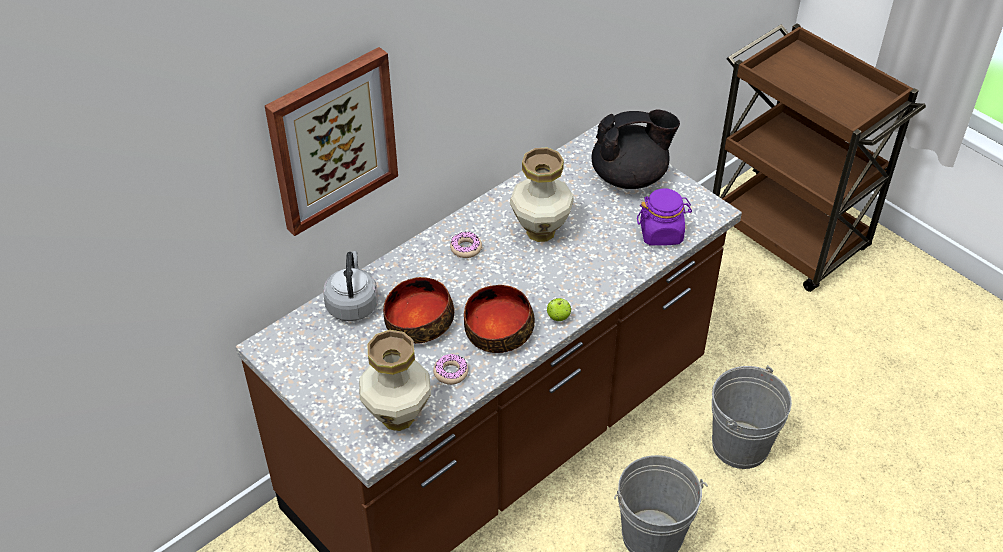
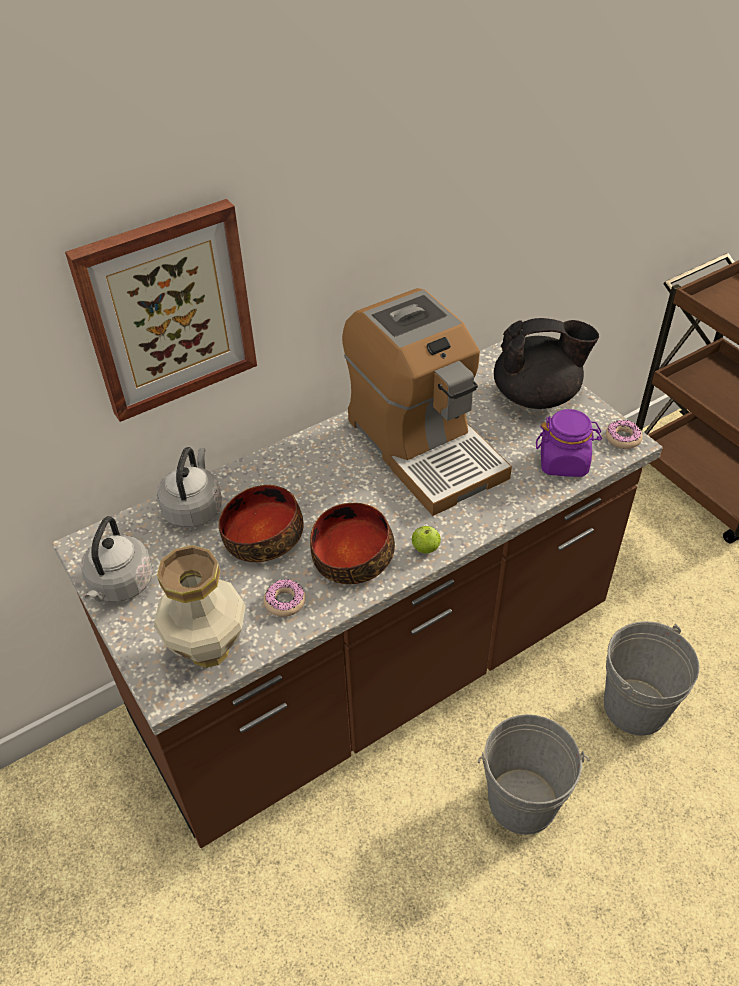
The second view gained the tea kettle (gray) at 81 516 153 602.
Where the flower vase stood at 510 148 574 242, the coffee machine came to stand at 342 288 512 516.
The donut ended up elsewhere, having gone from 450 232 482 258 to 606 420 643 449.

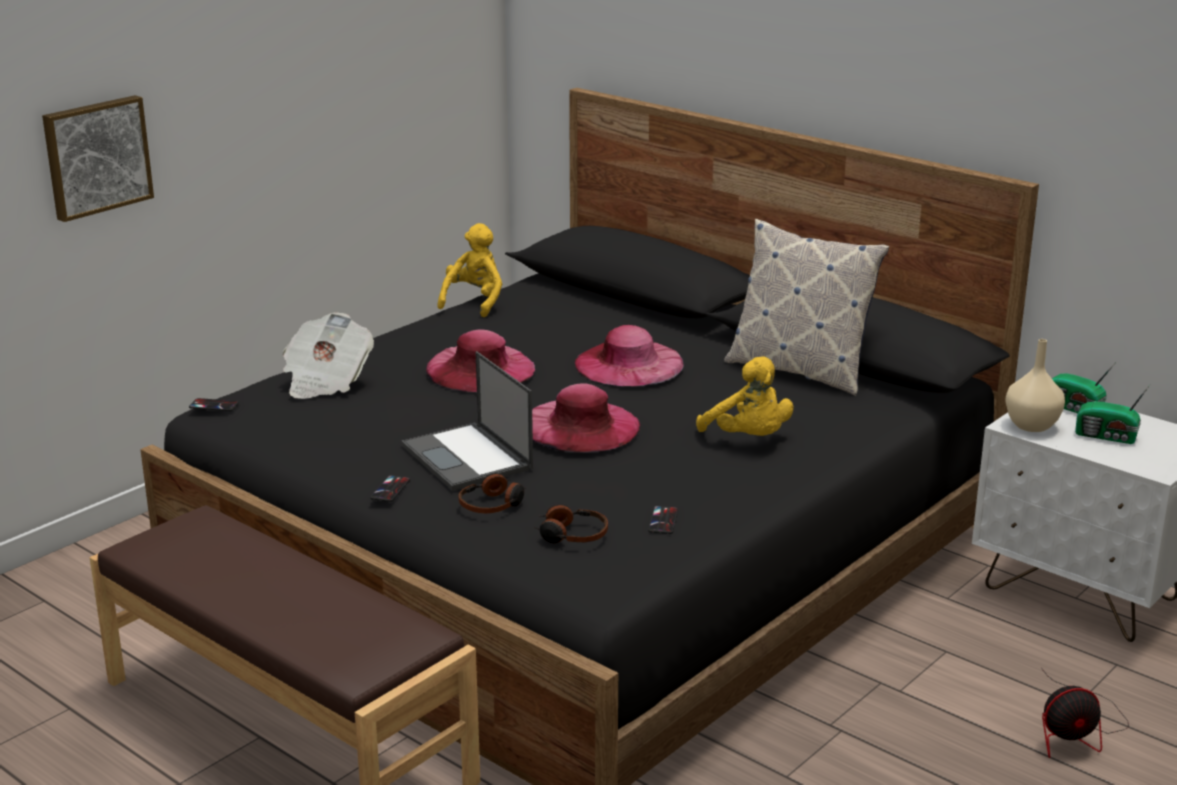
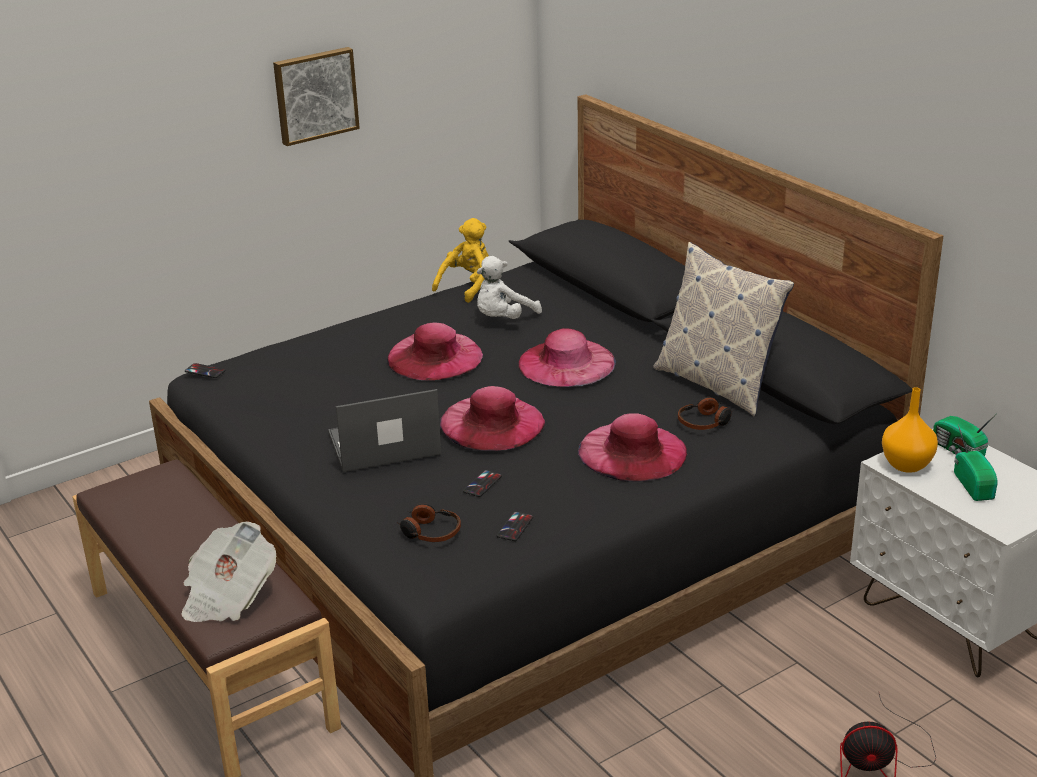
The daily paper ended up elsewhere, having gone from 283 312 374 399 to 182 521 276 622.
The wall art ended up elsewhere, having gone from 42 95 154 222 to 273 47 360 146.
The notebook computer at 401 351 533 491 ended up facing another way, 90 degrees clockwise from before.
The telephone ended up elsewhere, having gone from 370 475 410 502 to 463 470 502 497.
The second view gained the cuddly toy (white) at 477 256 542 319.
Where the cuddly toy (yellow) stood at 696 356 793 436, the clothing hat (pink) came to stand at 578 413 687 482.
The pair of headphones ended up elsewhere, having gone from 459 473 526 514 to 678 397 733 430.
What was the flower vase (sand-coloured) at 1005 339 1065 432 turned into the flower vase (orangey) at 882 387 938 473.
The radio set at 1075 385 1150 444 ended up facing another way, 135 degrees counterclockwise from before.

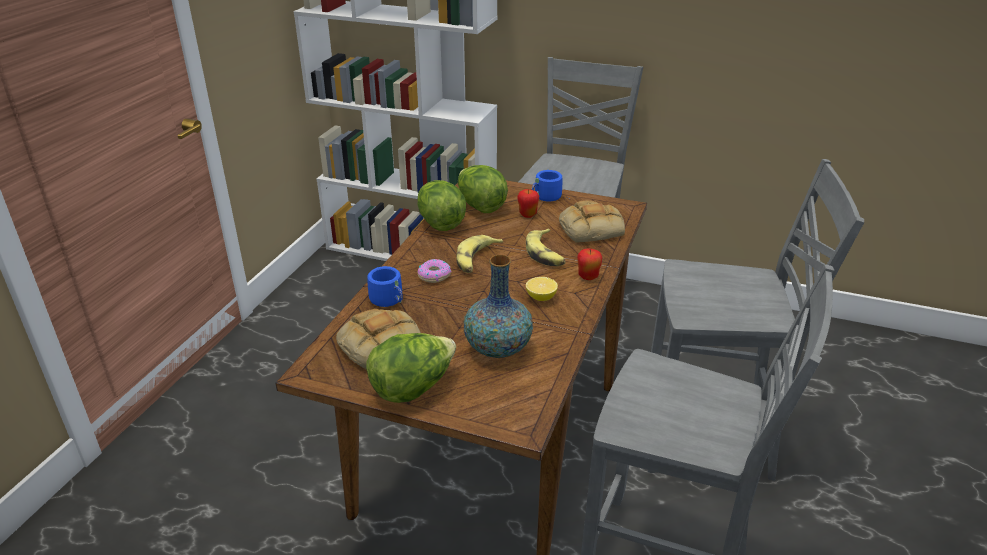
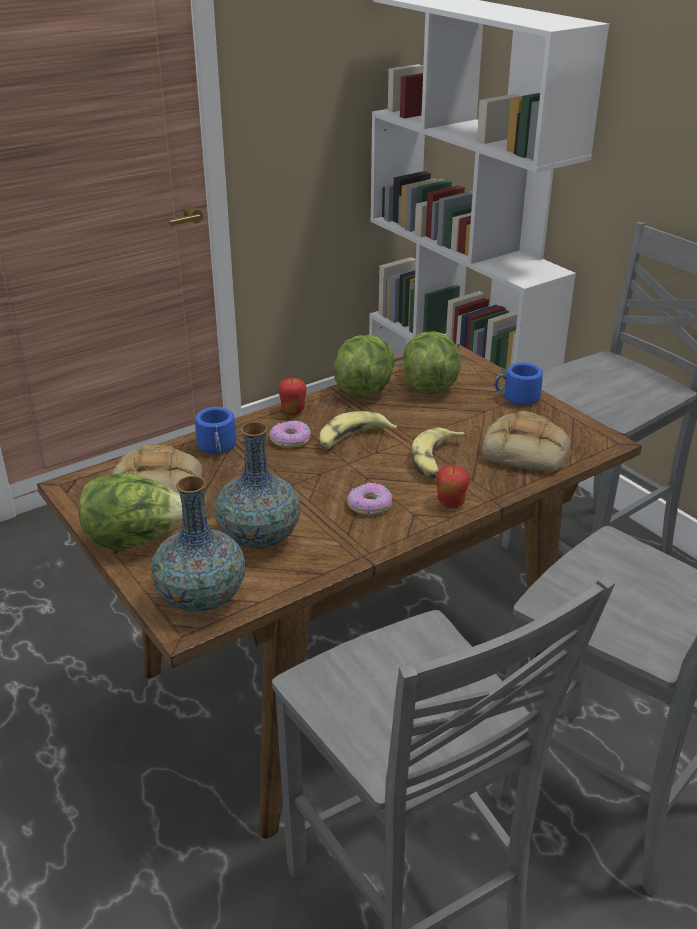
The second view gained the flower vase at 151 476 245 612.
The whole apple ended up elsewhere, having gone from 517 189 539 218 to 279 378 306 416.
Where the whole lemon stood at 526 277 558 301, the donut came to stand at 347 483 392 515.

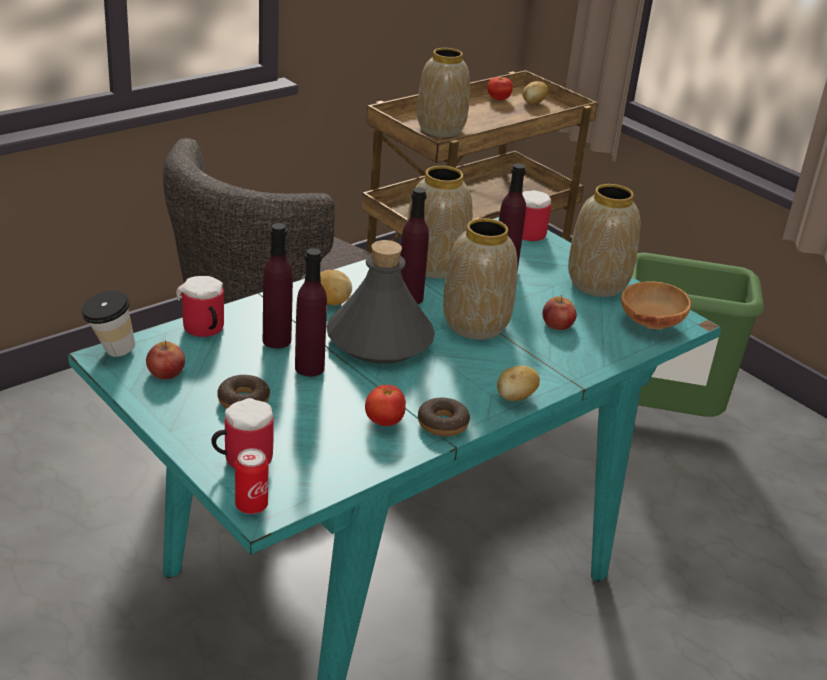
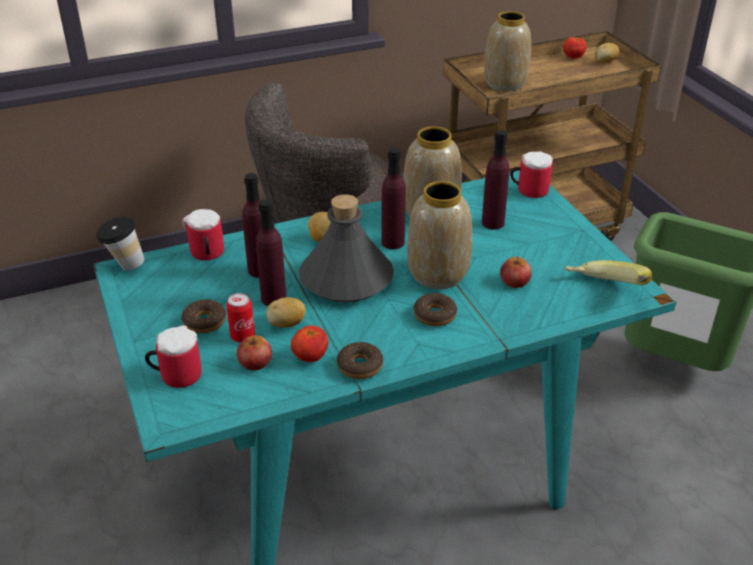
The can ended up elsewhere, having gone from 235 448 268 514 to 226 293 255 343.
The whole apple ended up elsewhere, having gone from 146 340 185 379 to 237 335 272 371.
The potato ended up elsewhere, having gone from 497 366 540 401 to 266 297 306 328.
The second view gained the donut at 413 293 457 326.
Where the bowl (brownish) stood at 621 281 691 329, the banana fruit came to stand at 565 260 652 285.
The second view lost the flower vase at 568 184 640 297.

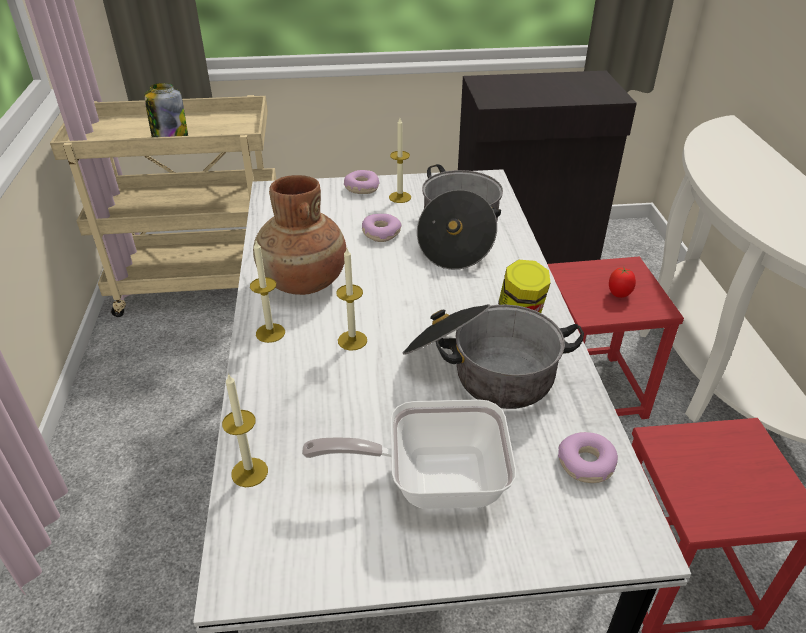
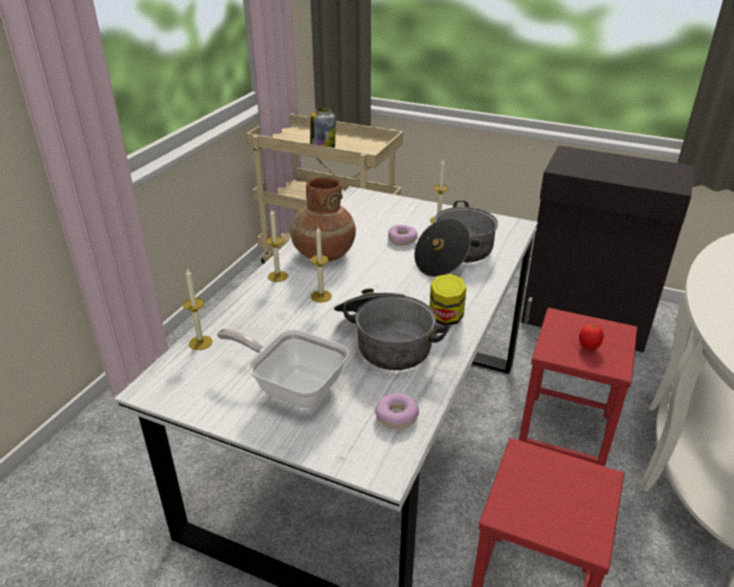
The second view lost the donut at 344 170 380 194.

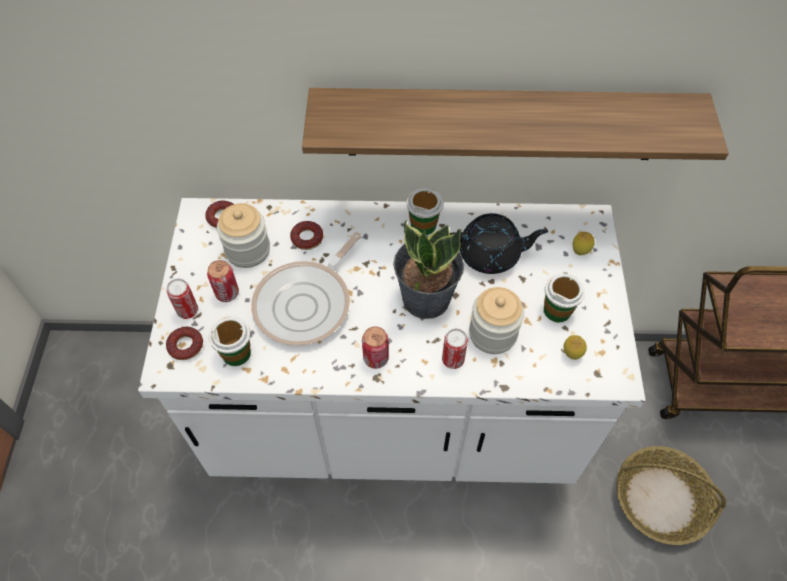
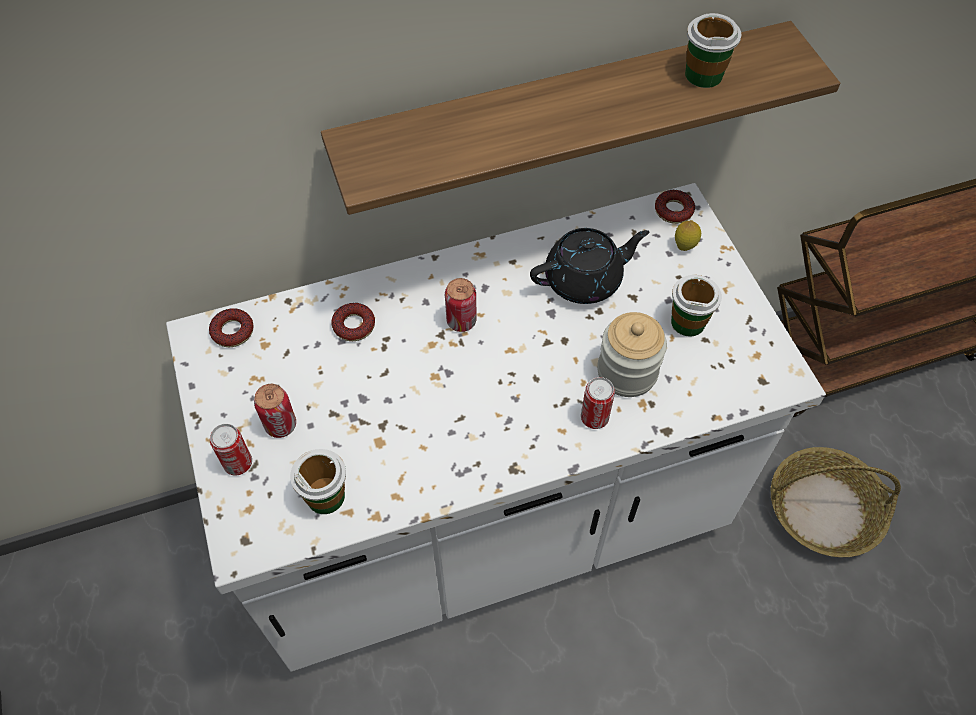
The can ended up elsewhere, having gone from 362 326 389 369 to 445 278 477 332.
The donut ended up elsewhere, having gone from 166 327 203 360 to 655 190 695 224.
The cup ended up elsewhere, having gone from 407 188 443 235 to 685 13 741 88.
The second view lost the storage jar at 217 203 270 268.
The second view lost the skillet at 251 232 361 346.
The second view lost the plant in a pot at 393 220 464 319.
The second view lost the whole lemon at 563 335 587 360.

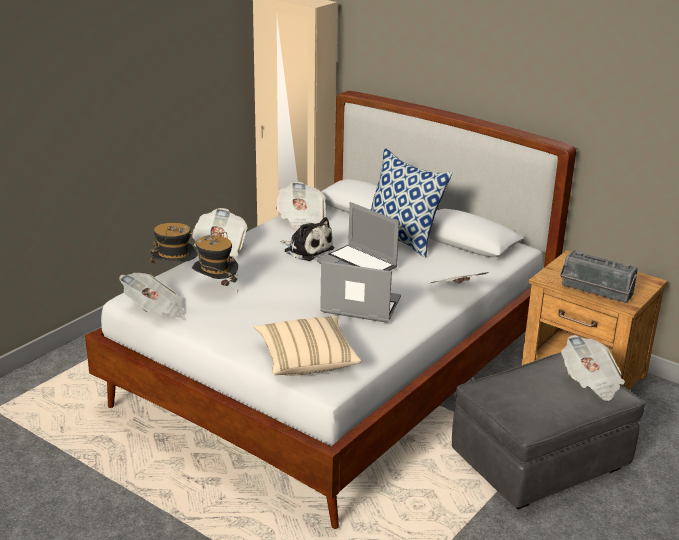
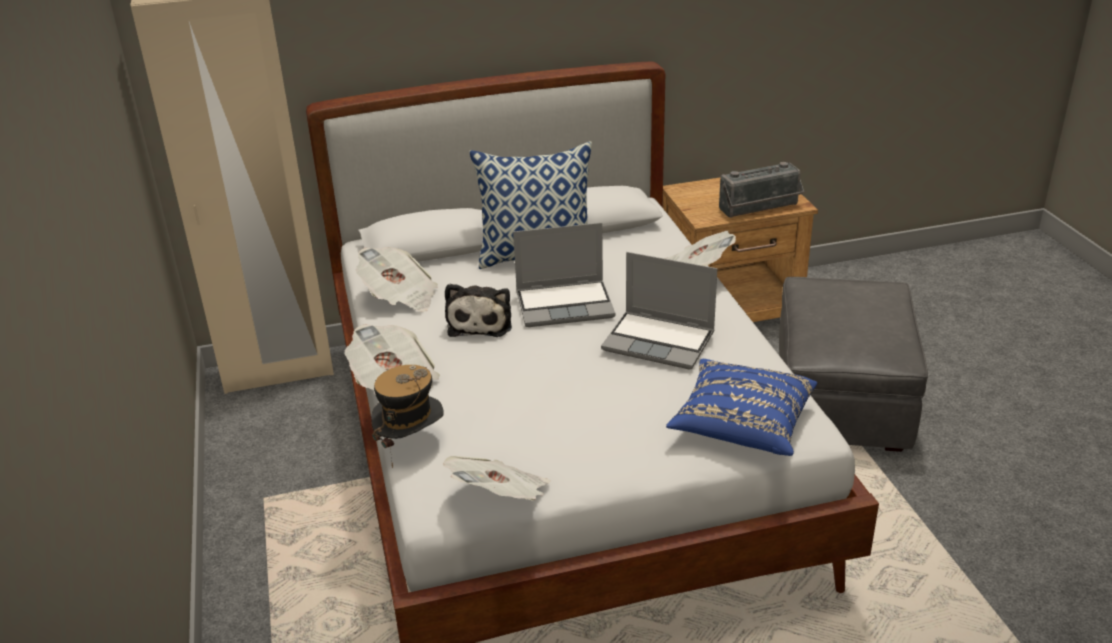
The cuddly toy at 280 217 334 261 ended up facing another way, 105 degrees clockwise from before.
The notebook computer at 320 261 401 323 ended up facing another way, 120 degrees counterclockwise from before.
What was the cushion (sand-coloured) at 254 316 362 375 turned into the cushion (bluish) at 666 359 817 456.
The second view lost the clothing hat at 192 232 238 286.
The second view lost the daily paper at 561 335 625 401.

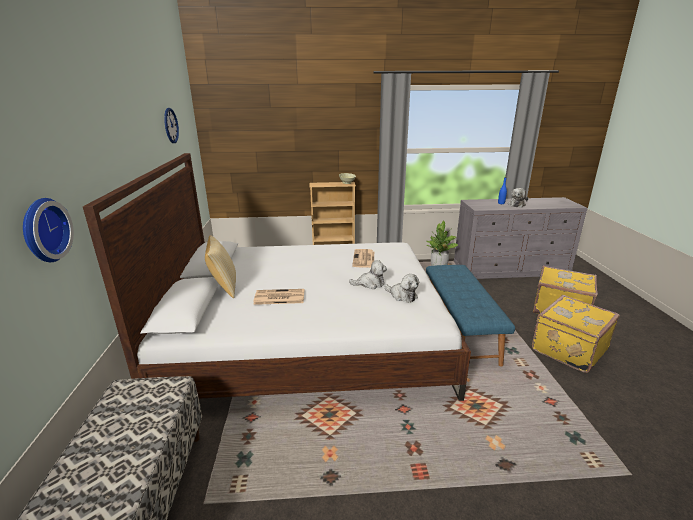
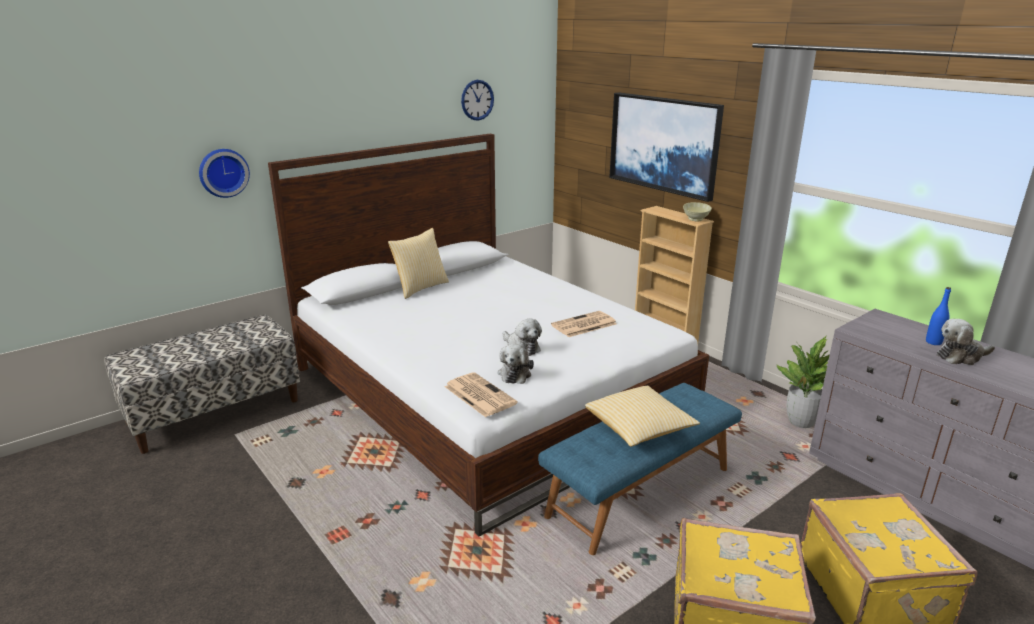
The daily paper ended up elsewhere, having gone from 253 289 304 305 to 445 372 518 417.
The second view gained the cushion at 585 386 700 447.
The second view gained the wall art at 609 93 724 202.

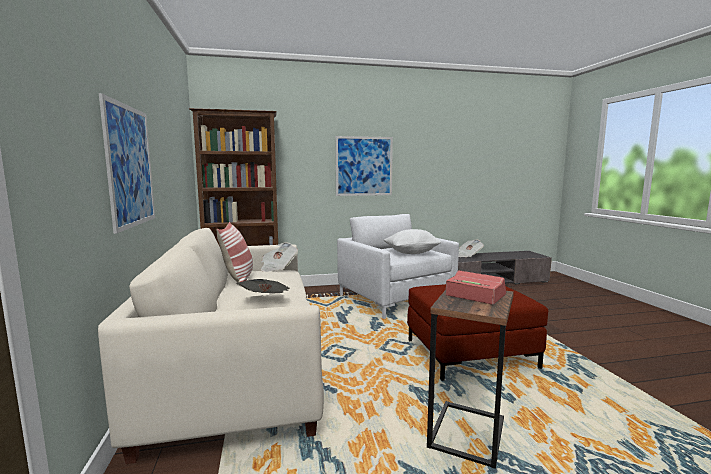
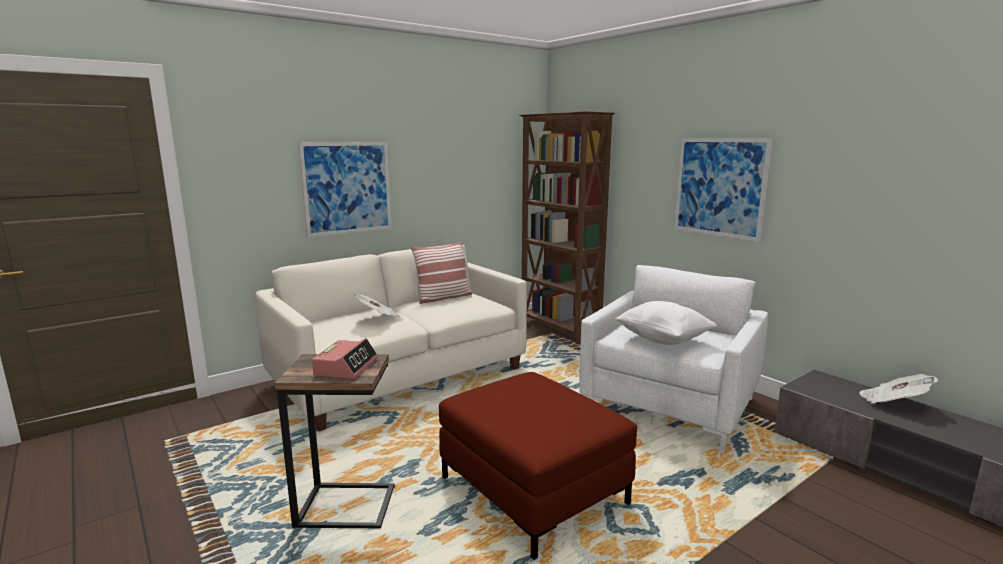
The second view lost the daily paper at 261 242 298 272.

